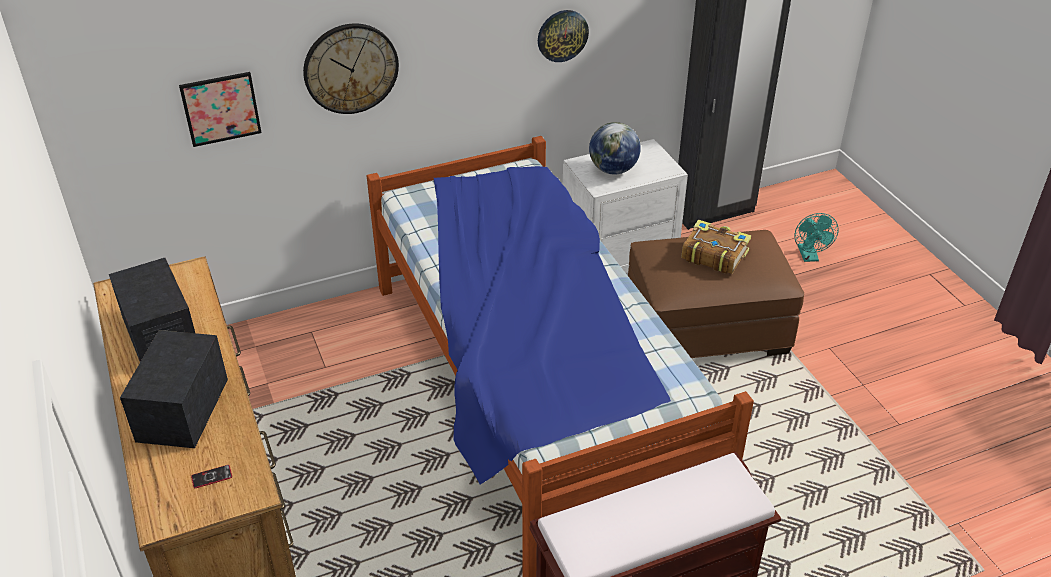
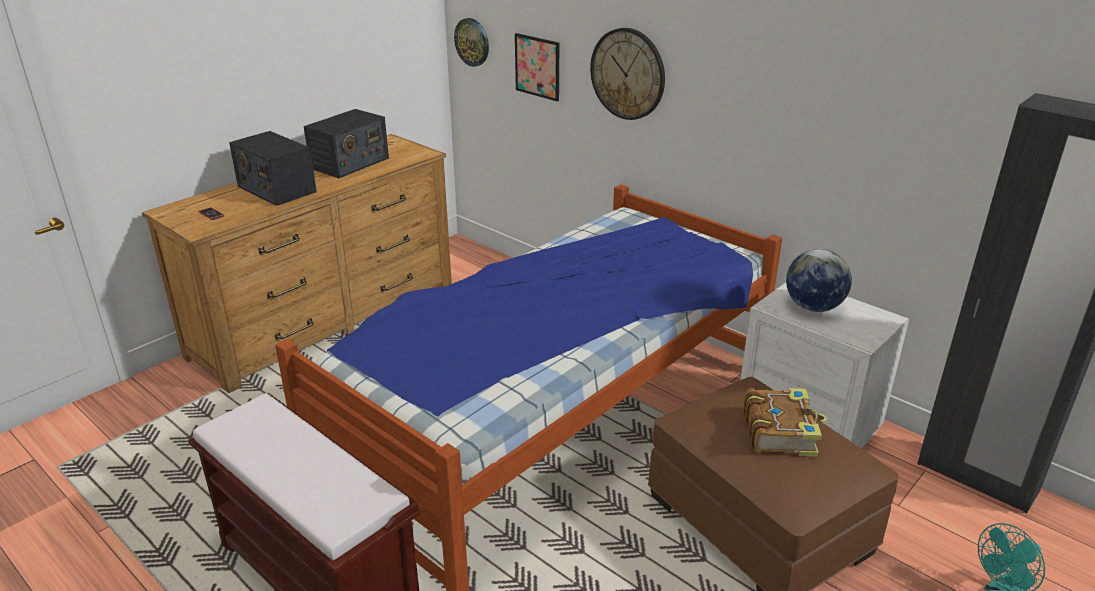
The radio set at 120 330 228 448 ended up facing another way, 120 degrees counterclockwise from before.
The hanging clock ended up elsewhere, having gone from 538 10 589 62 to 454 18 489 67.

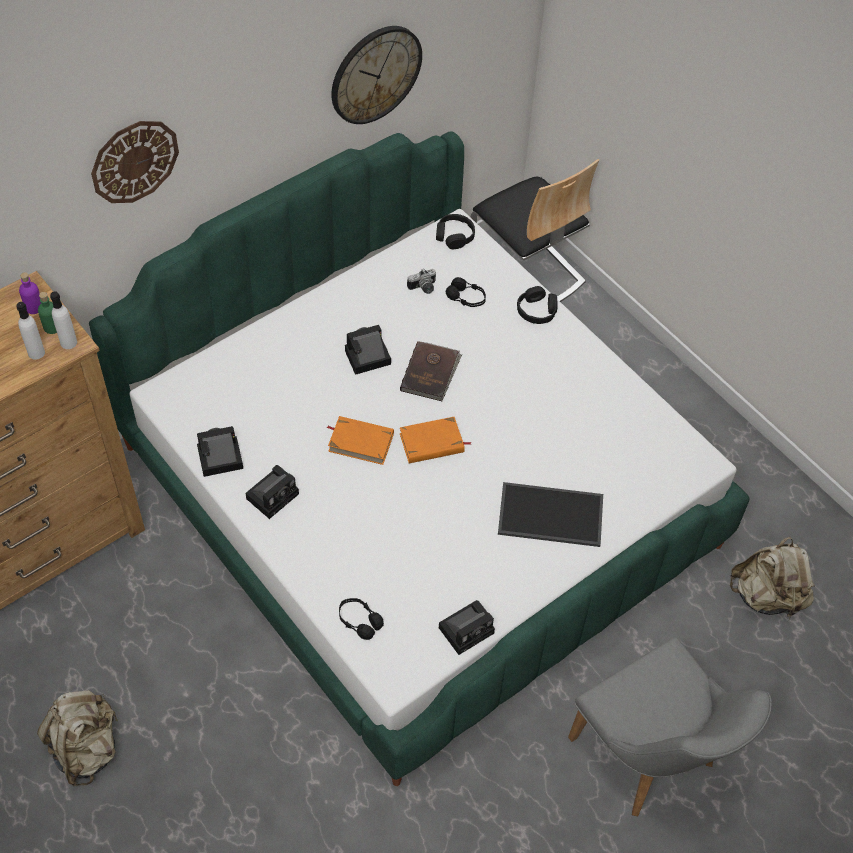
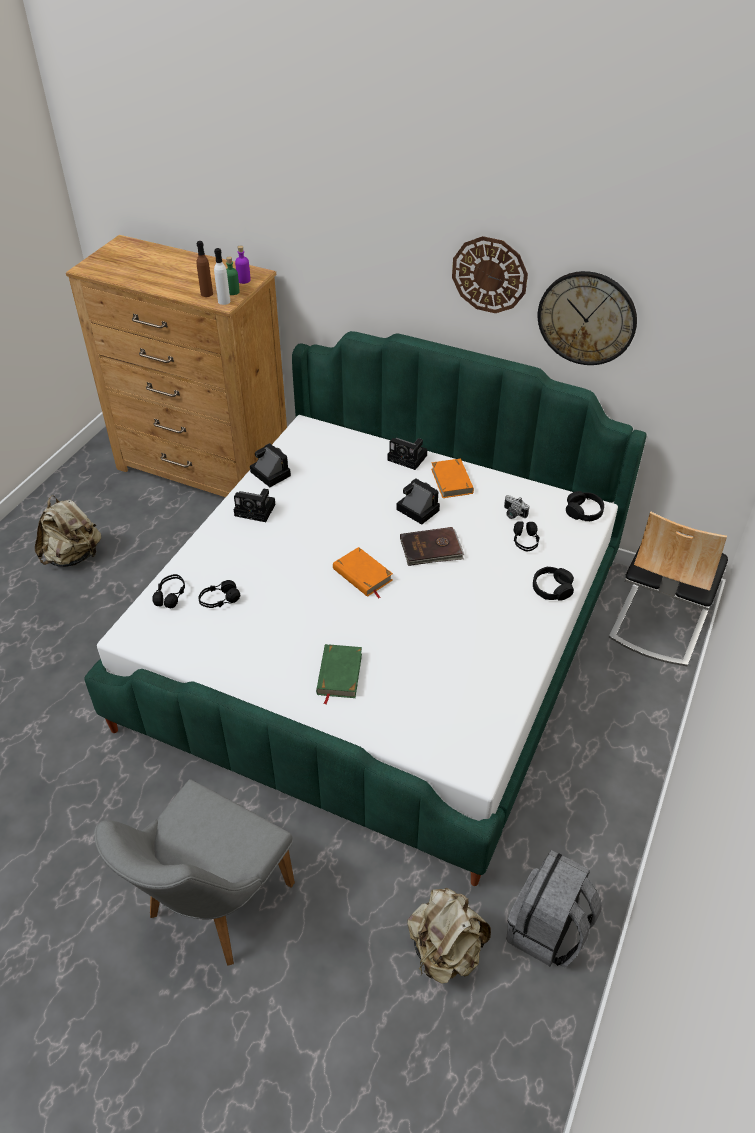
What was the drink bottle (white) at 16 302 45 360 turned into the drink bottle (brownish) at 197 241 213 297.
The second view gained the pair of headphones (blackish) at 198 580 240 608.
Where the tray stood at 498 482 603 547, the book (greenish) came to stand at 316 644 362 704.
The photo camera ended up elsewhere, having gone from 439 600 495 655 to 387 438 427 470.
The book (orangey) ended up elsewhere, having gone from 326 416 394 465 to 431 458 474 498.
The hanging clock ended up elsewhere, having gone from 91 121 179 203 to 452 236 528 313.
The second view gained the rucksack (gray) at 506 850 602 967.

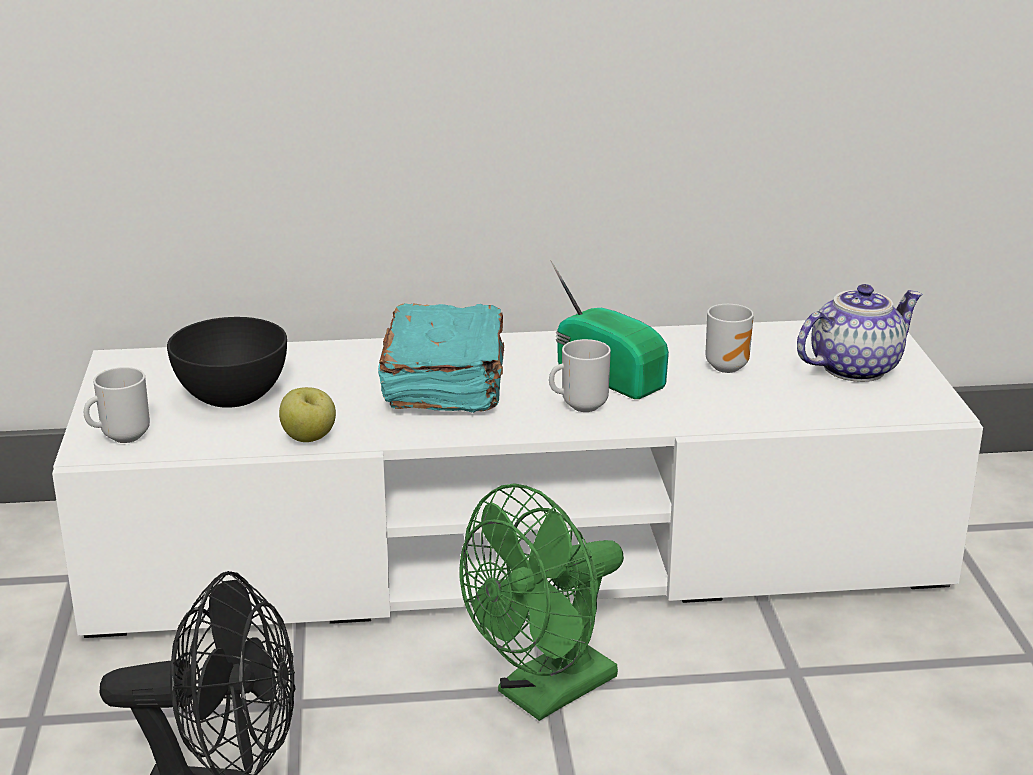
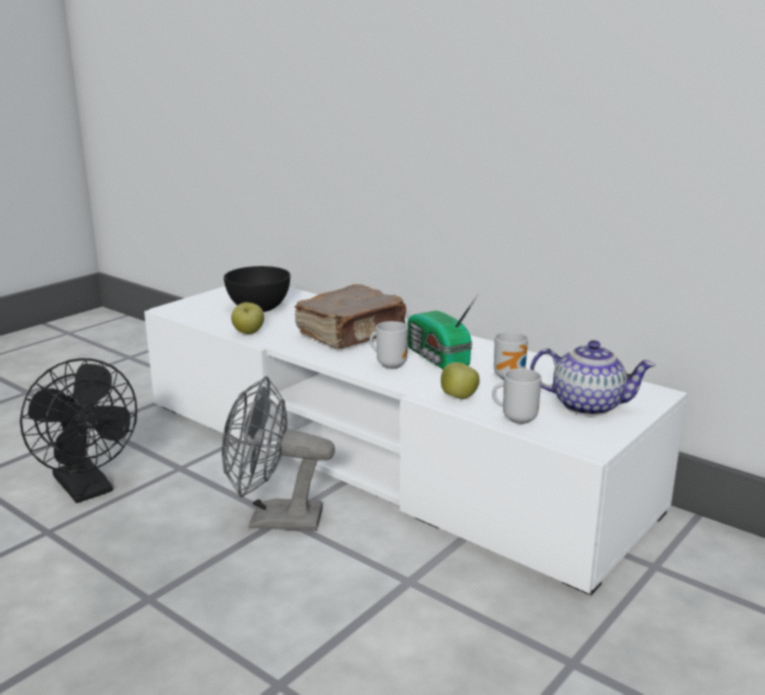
What was the cooling fan (greenish) at 459 483 624 721 turned into the cooling fan (gray) at 222 376 335 531.
What was the book (blue-green) at 378 303 504 413 turned into the book (brownish) at 294 284 407 348.
The radio set at 550 260 669 399 ended up facing another way, 150 degrees clockwise from before.
The second view gained the whole apple at 441 362 480 399.
The coffee mug ended up elsewhere, having gone from 84 367 150 443 to 492 368 542 424.

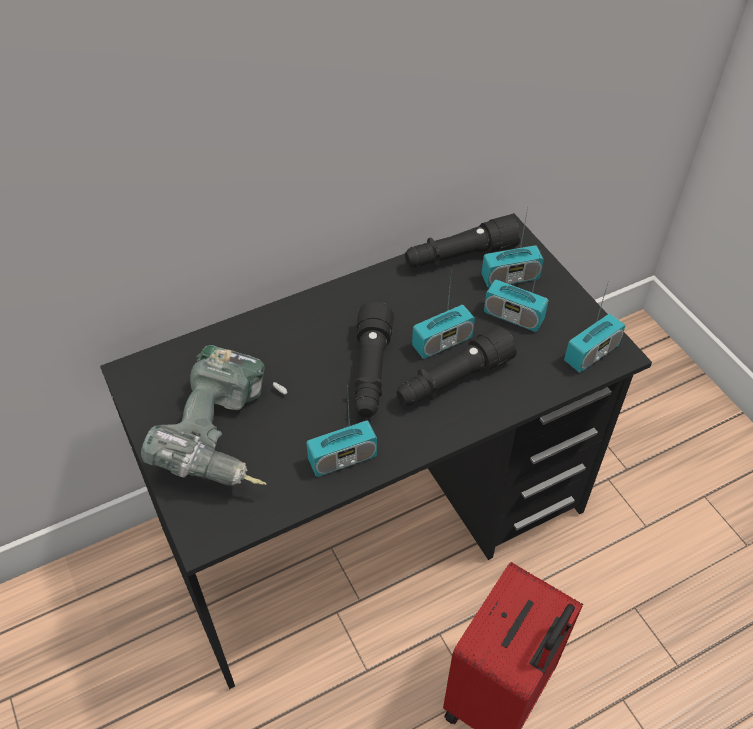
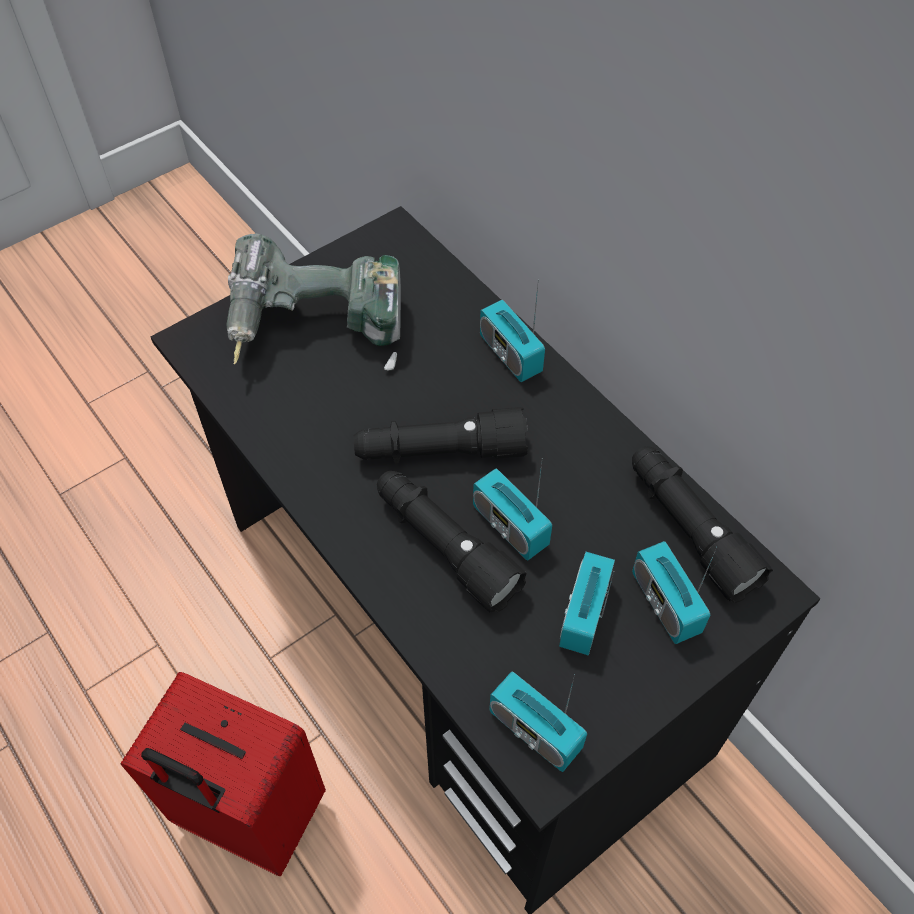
The radio set ended up elsewhere, having gone from 306 386 377 477 to 480 279 545 382.

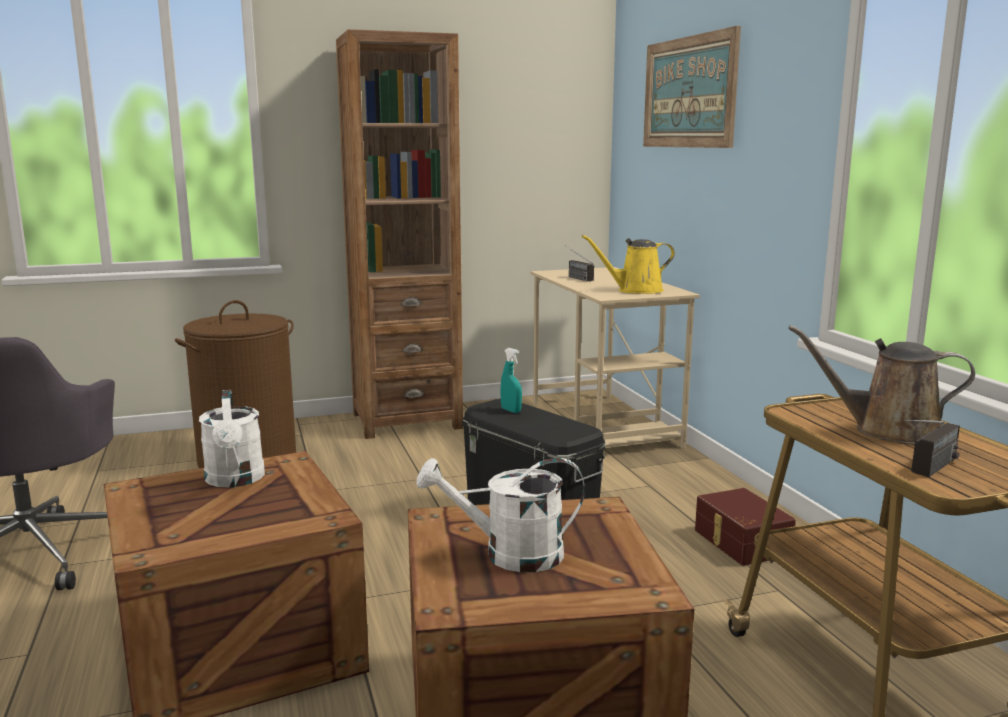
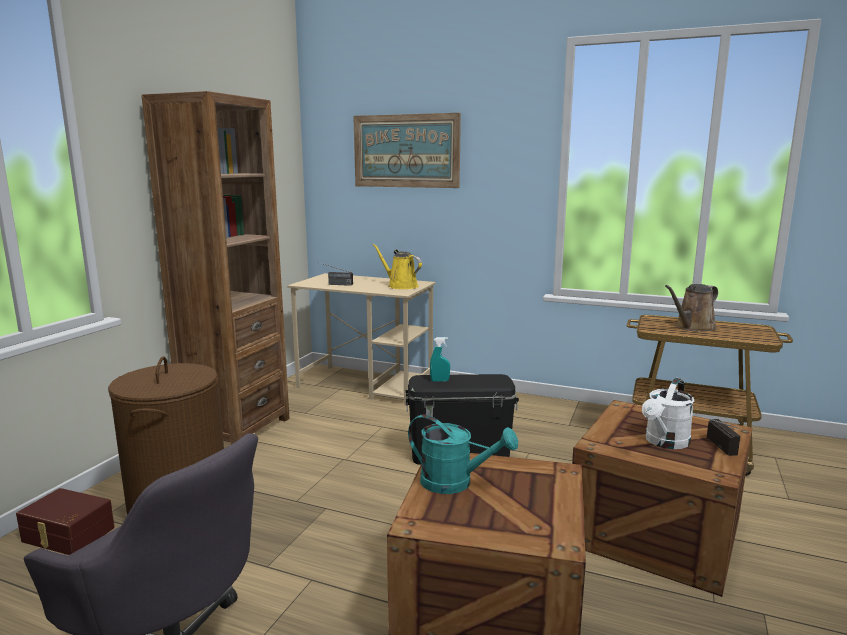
The storage box (brownish) ended up elsewhere, having gone from 695 488 796 566 to 16 488 115 555.
The sprinkling can (yellow) at 582 235 675 294 ended up facing another way, 105 degrees clockwise from before.
What was the sprinkling can (white) at 199 390 265 487 turned into the sprinkling can (blue-green) at 408 415 518 494.
The radio set ended up elsewhere, having gone from 904 419 960 477 to 707 419 746 456.

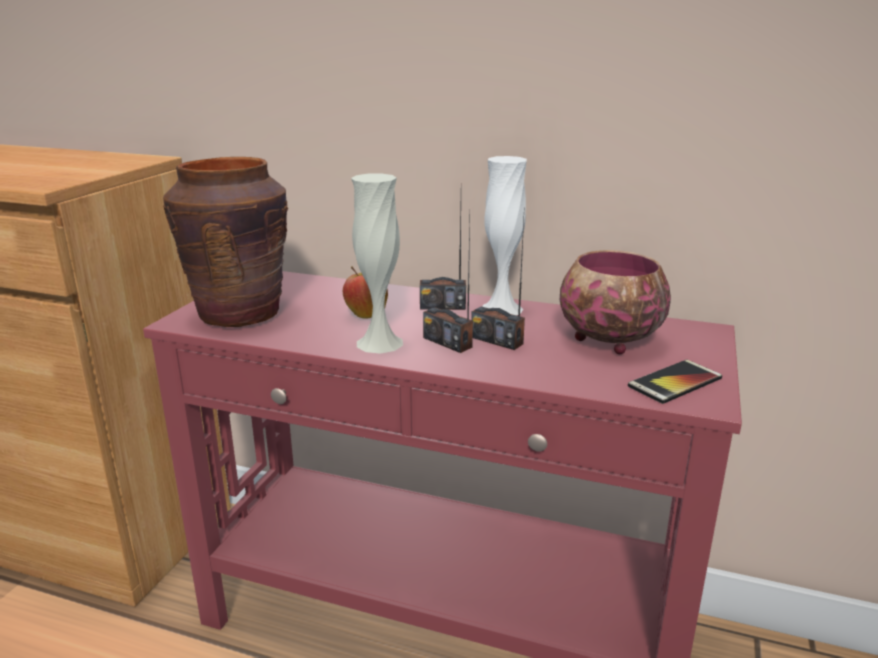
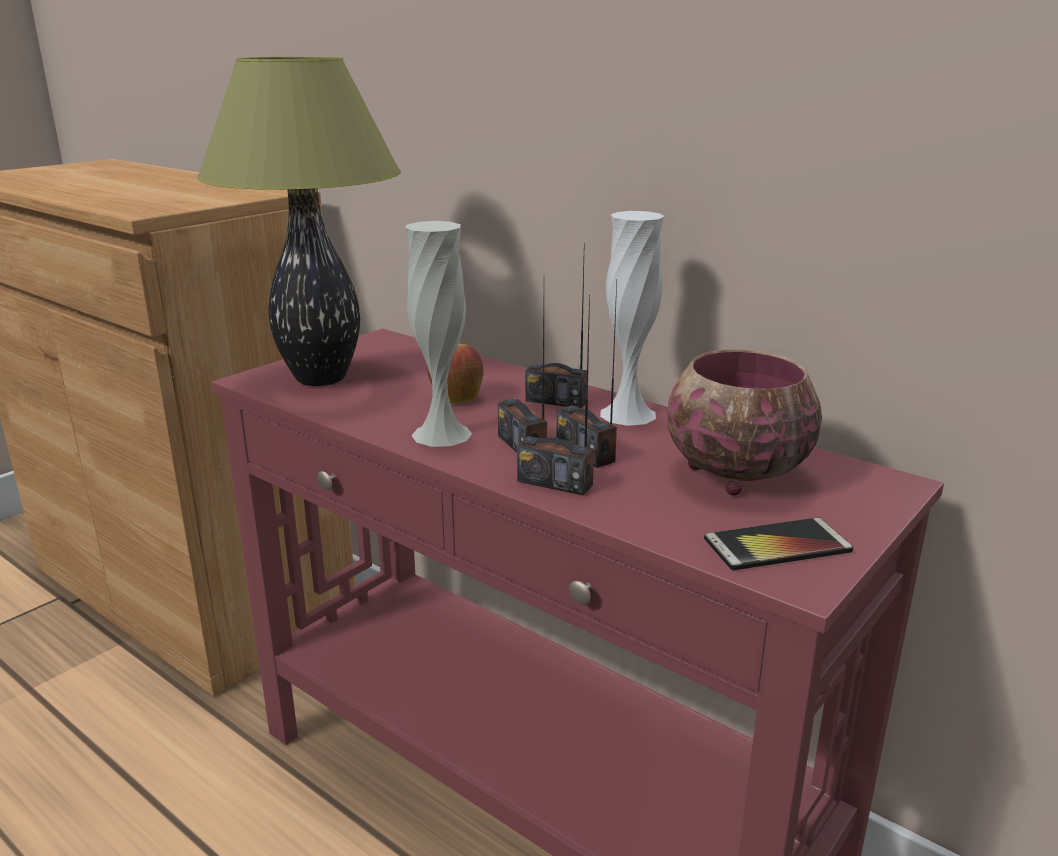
Where the flower vase (brownish) stood at 163 157 288 327, the tabletop lamp came to stand at 197 57 401 386.
The second view gained the radio set at 517 295 594 496.

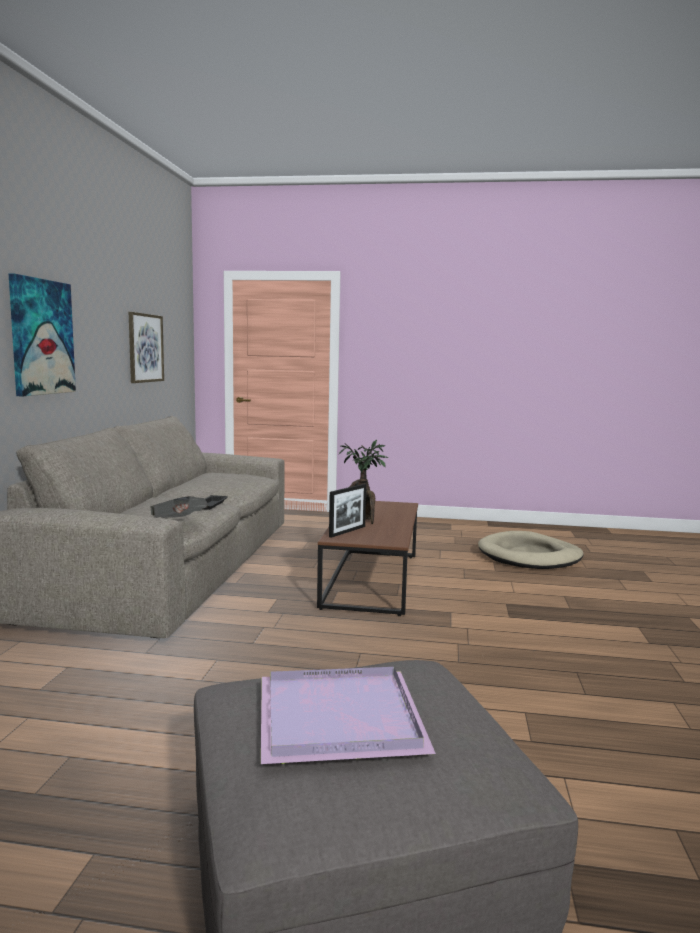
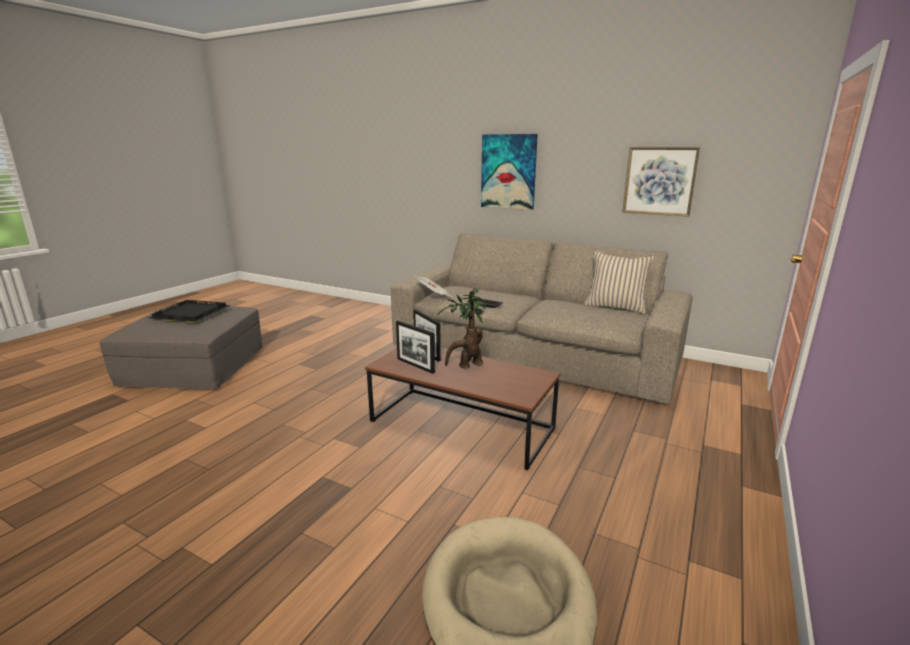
What was the tray (purple-coloured) at 261 667 436 764 turned into the tray (blackish) at 149 300 231 323.
The second view gained the photo frame at 396 321 435 374.
The second view gained the cushion (sand-coloured) at 584 251 655 314.

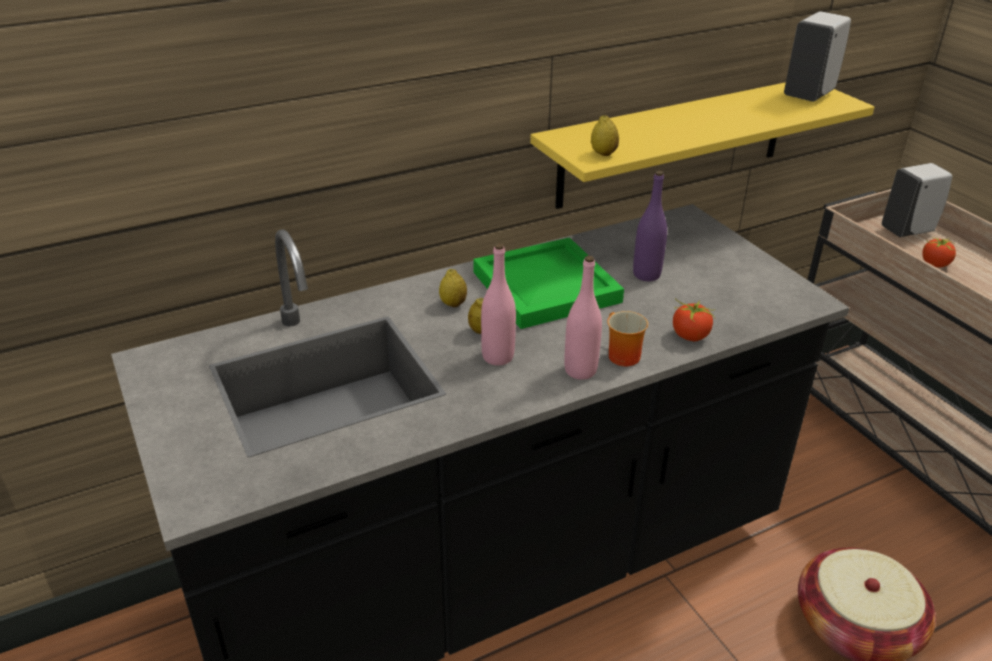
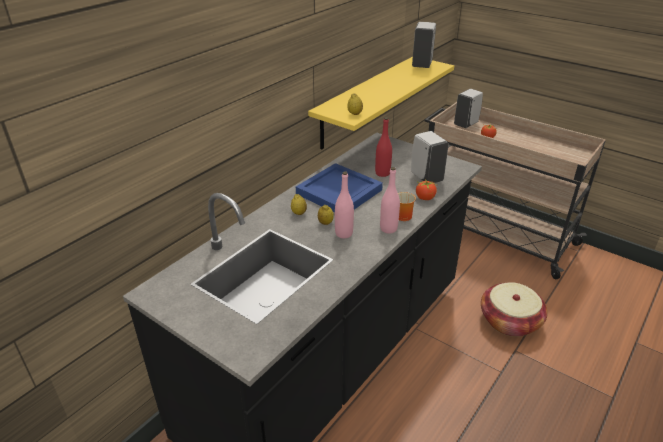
What was the tray (greenish) at 473 237 624 329 turned into the tray (bluish) at 296 163 383 212.
What was the drink bottle (purple-coloured) at 633 171 667 281 turned into the drink bottle (red) at 375 117 392 177.
The second view gained the soap bottle (white) at 411 131 449 183.

